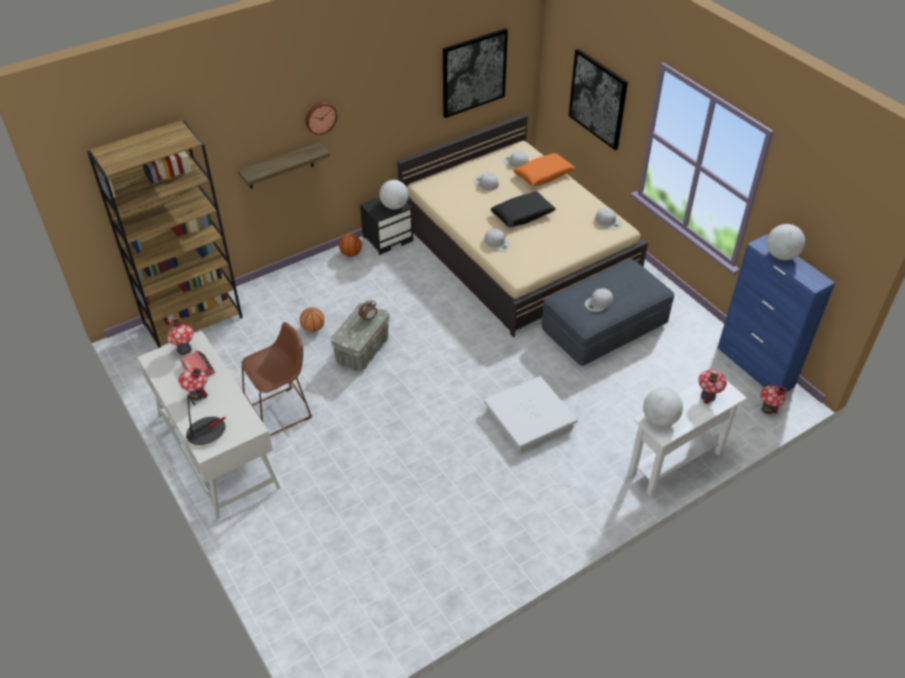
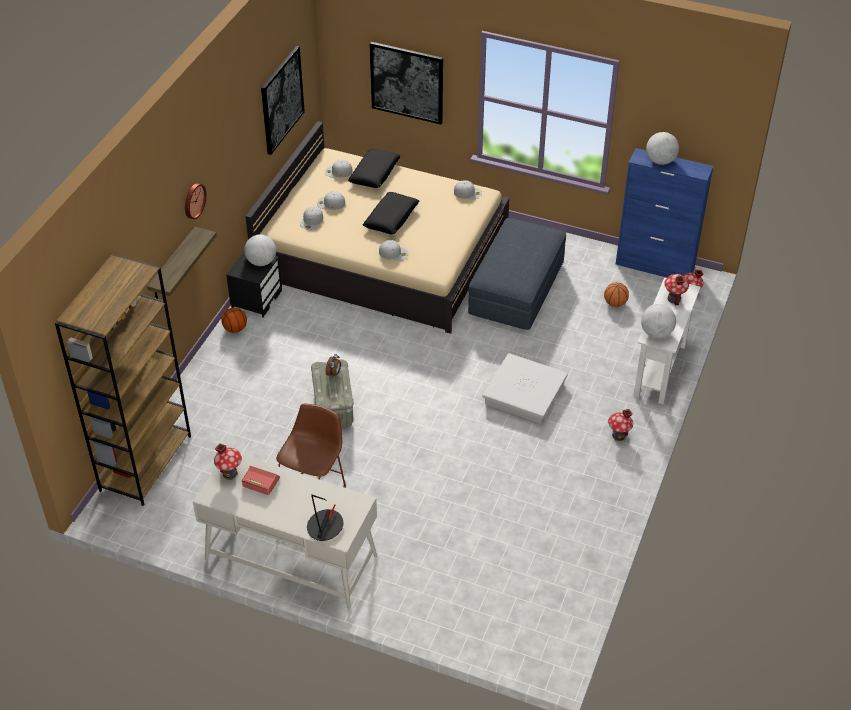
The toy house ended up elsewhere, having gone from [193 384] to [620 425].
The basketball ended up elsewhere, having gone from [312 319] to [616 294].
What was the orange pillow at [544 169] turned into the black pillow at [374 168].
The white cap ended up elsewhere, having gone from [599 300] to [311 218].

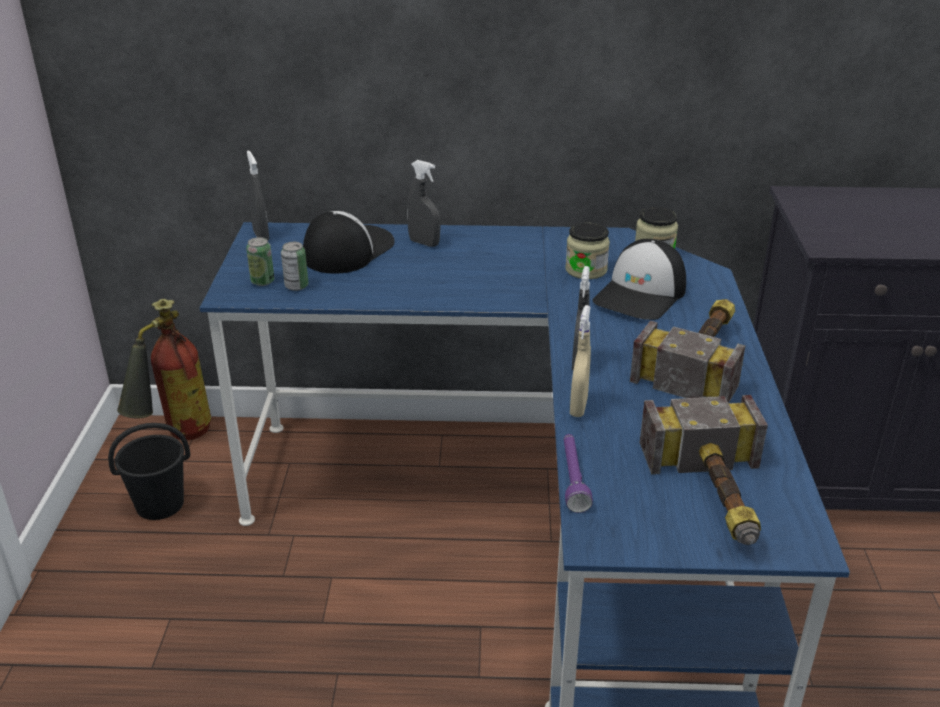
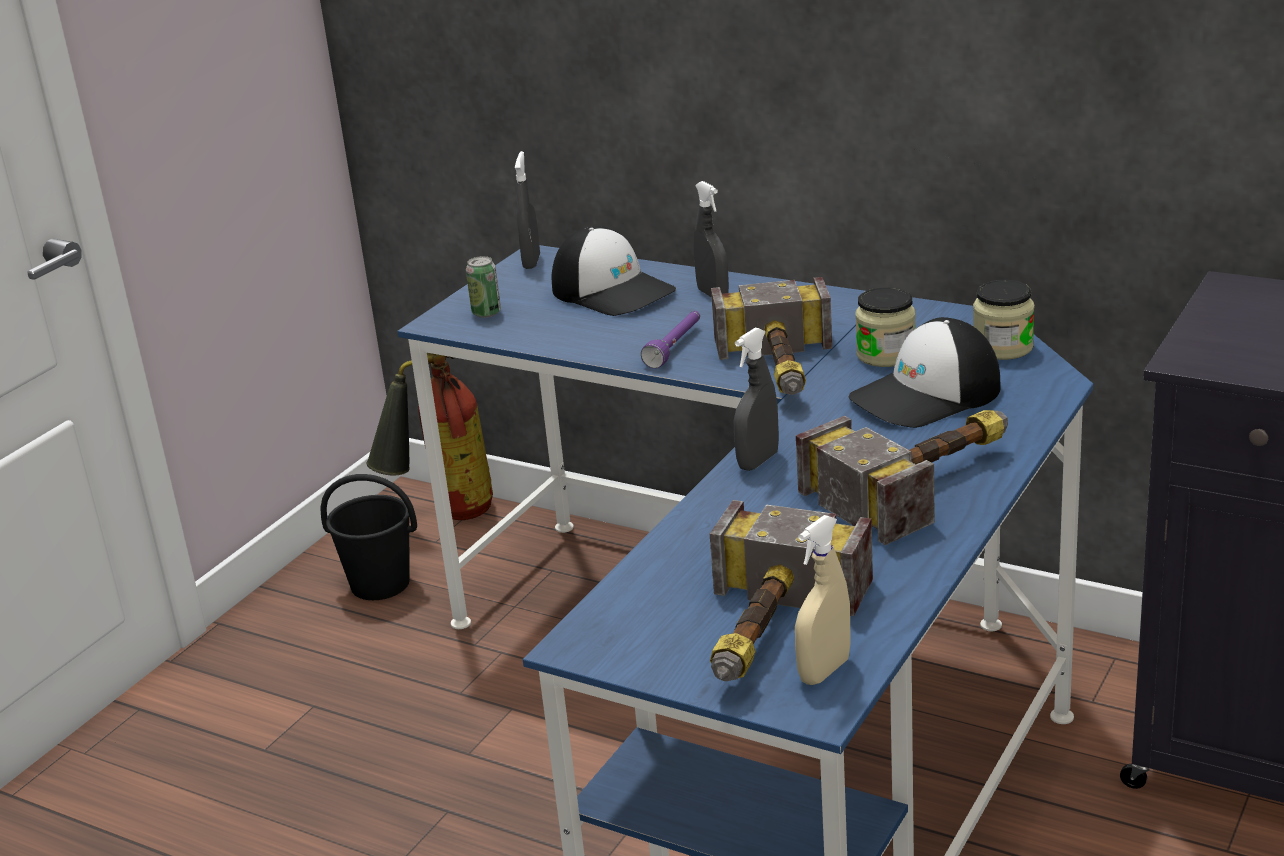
The second view lost the can at [294 266].
The cap at [348 242] ended up facing another way, 75 degrees clockwise from before.
The purple flashlight ended up elsewhere, having gone from [578 473] to [670 339].
The beige spray bottle ended up elsewhere, having gone from [580 361] to [823 600].
The second view gained the hammer at [771 336].

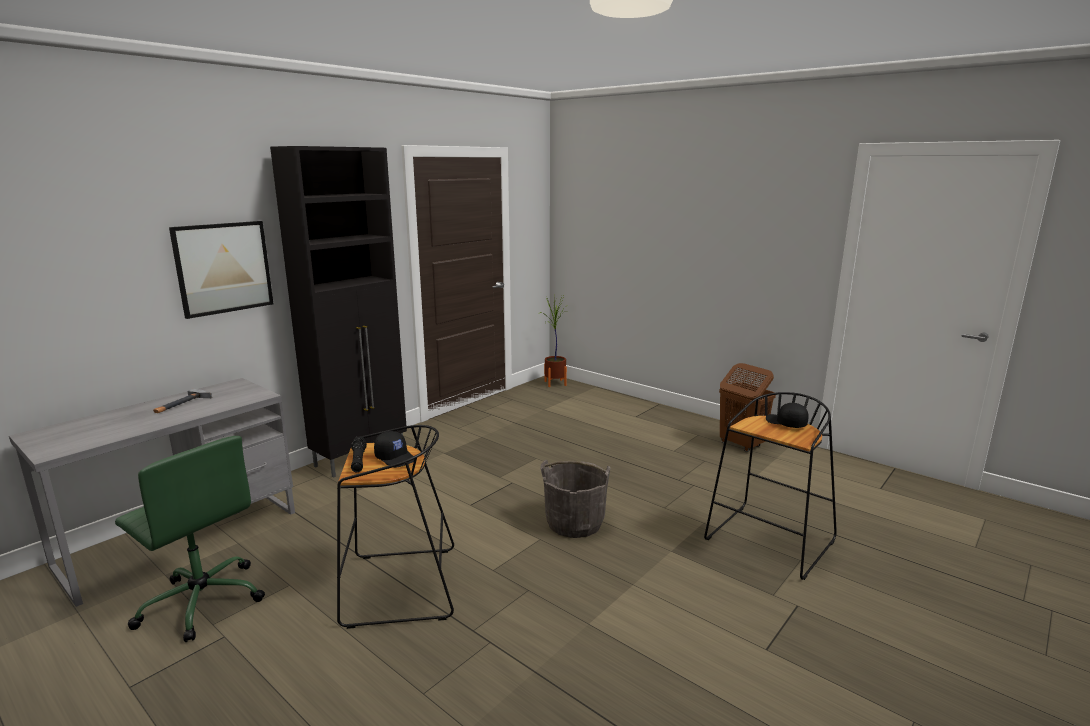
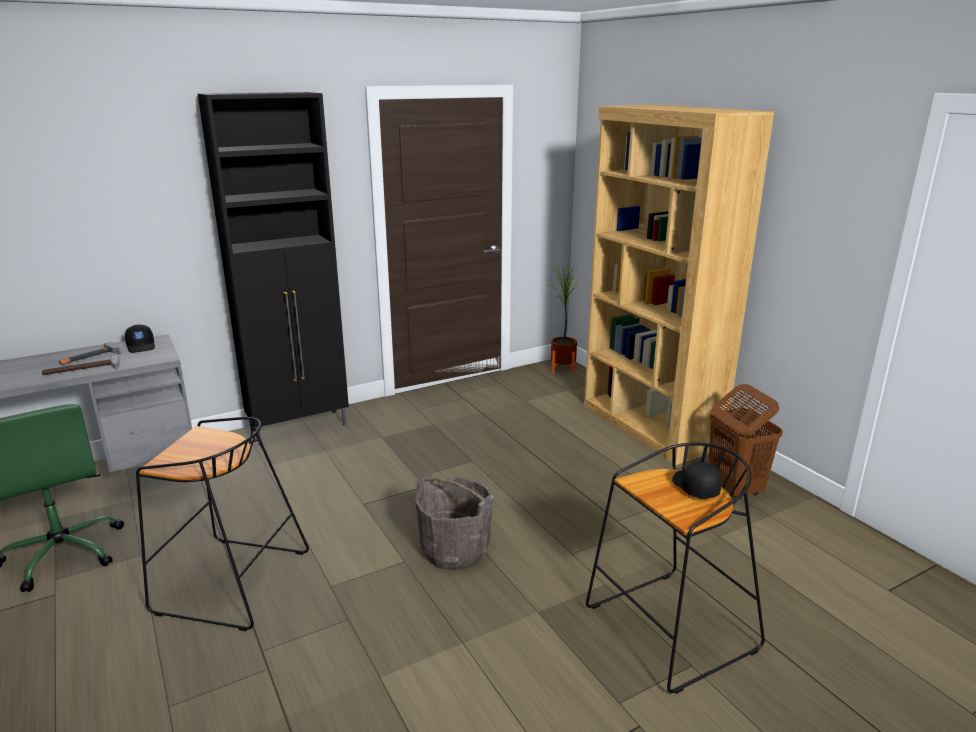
The second view lost the picture at [221 270].
The second view lost the black flashlight at [359 454].
The black cap ended up elsewhere, having gone from [394 449] to [140 338].
The second view gained the hammer at [81 365].
The second view gained the brown bookcase at [679 285].

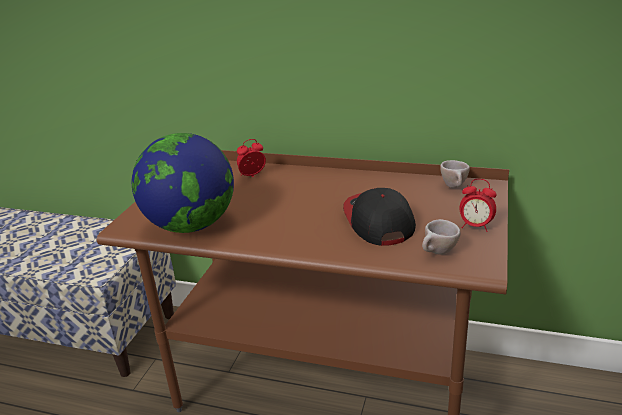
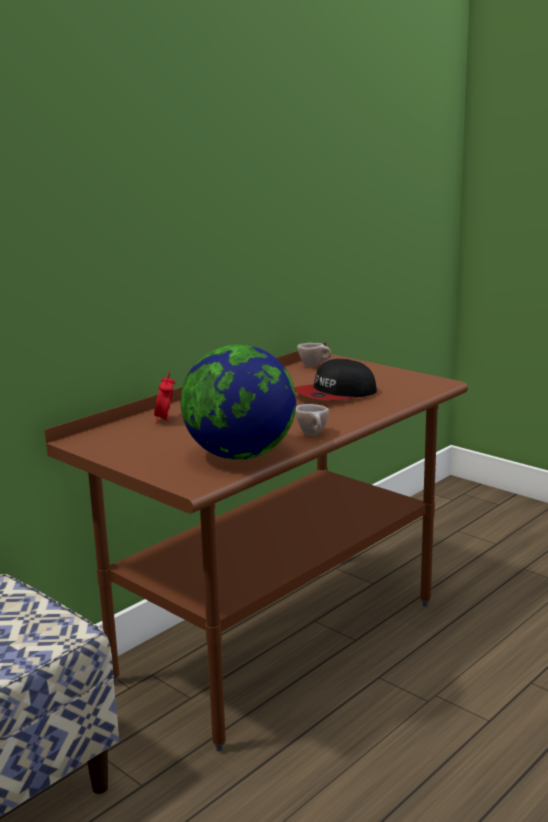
The cap at [379 217] ended up facing another way, 45 degrees counterclockwise from before.
The beige cup ended up elsewhere, having gone from [441 236] to [312 420].
The second view lost the alarm clock at [478 205].

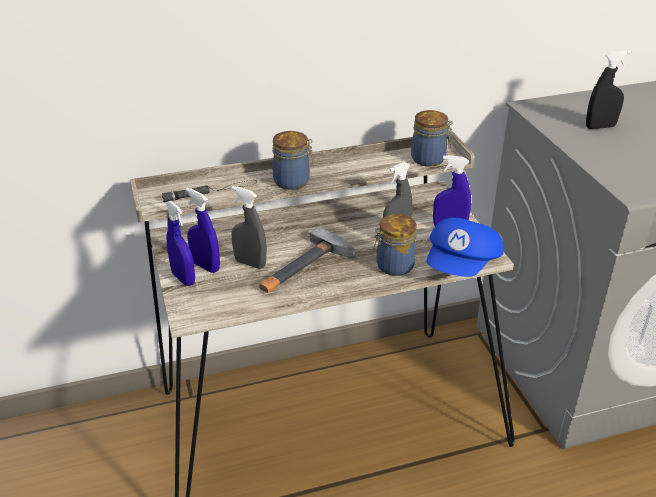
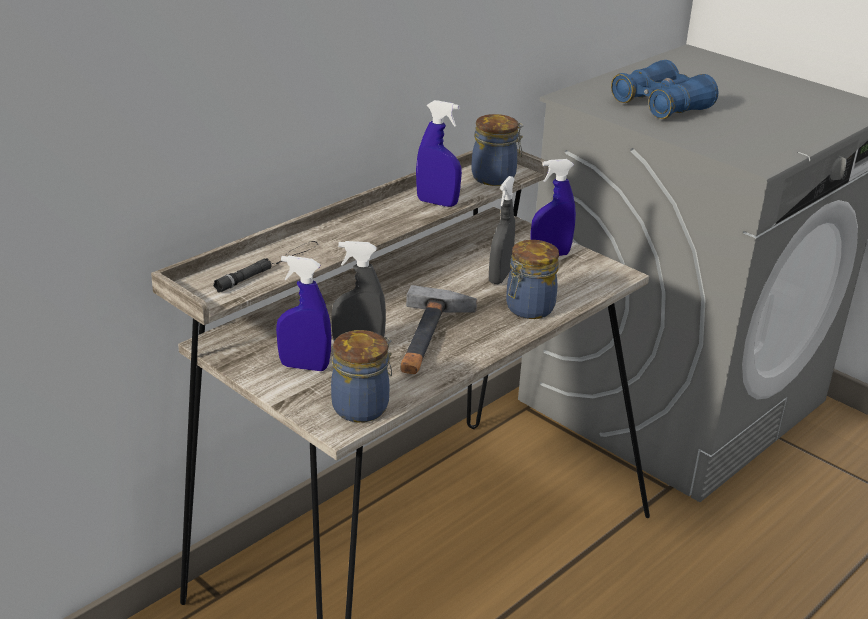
The blue spray bottle ended up elsewhere, having gone from [180 243] to [439 153].
The jar ended up elsewhere, having gone from [293 160] to [361 376].
The second view lost the blue cap at [465 247].
Where the black spray bottle stood at [608 89], the blue binoculars came to stand at [664 89].

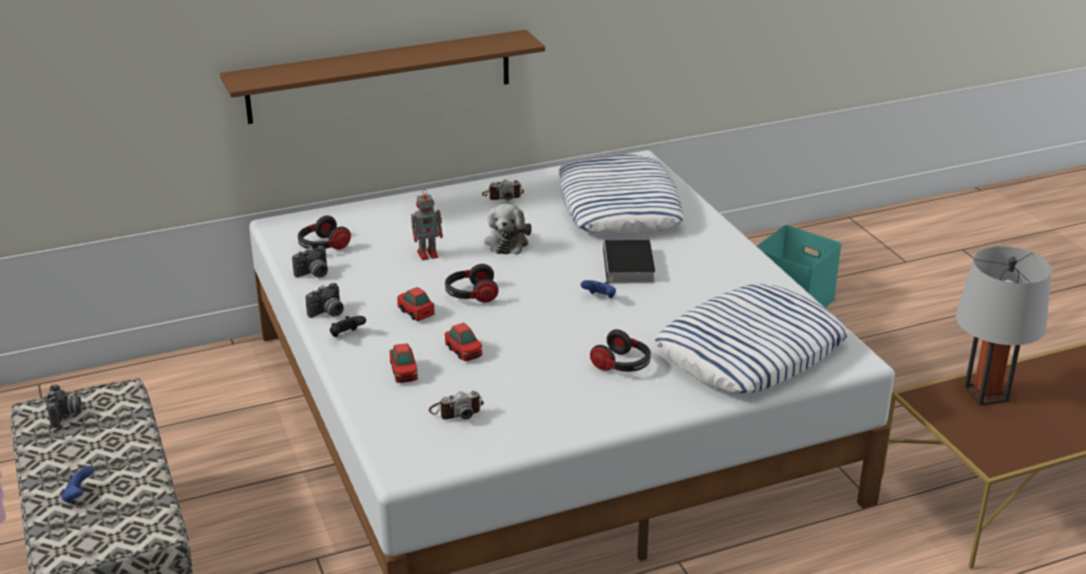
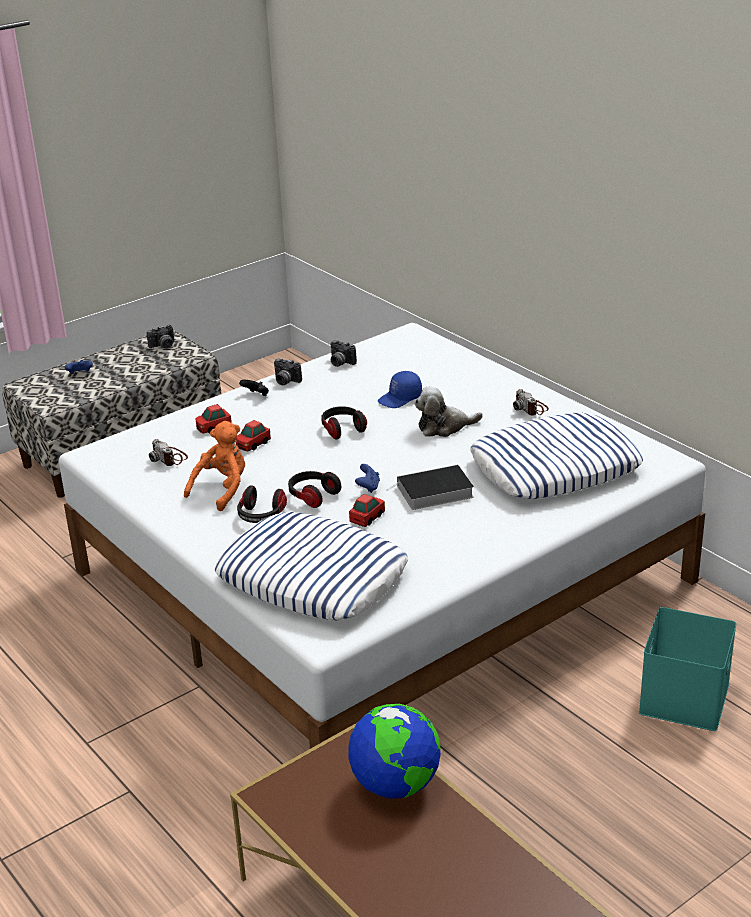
The second view lost the brown shelf at [382 77].
The headphones ended up elsewhere, having gone from [324 232] to [314 489].
The toy car ended up elsewhere, having gone from [416 304] to [367 510].
Where the toy robot stood at [427 224], the blue cap came to stand at [400 389].
Where the grey table lamp stood at [1004 325], the globe came to stand at [394 751].
The second view gained the orange plush toy at [214 466].

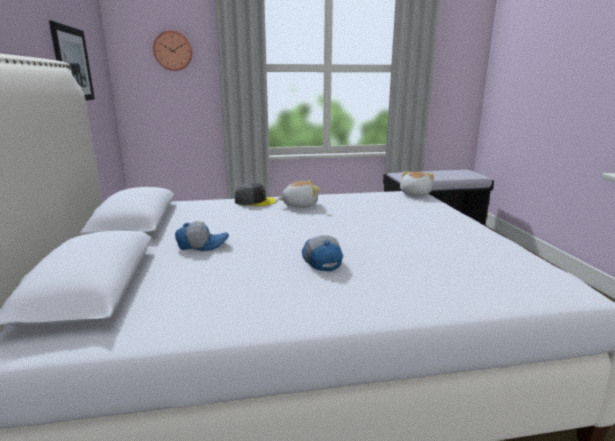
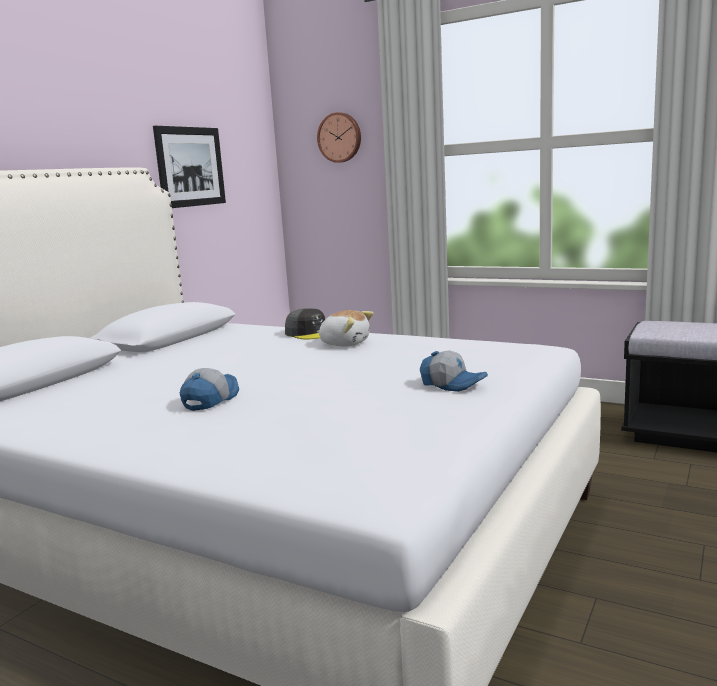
The cap ended up elsewhere, having gone from [202 236] to [454 371].
The second view lost the plush toy at [417 184].

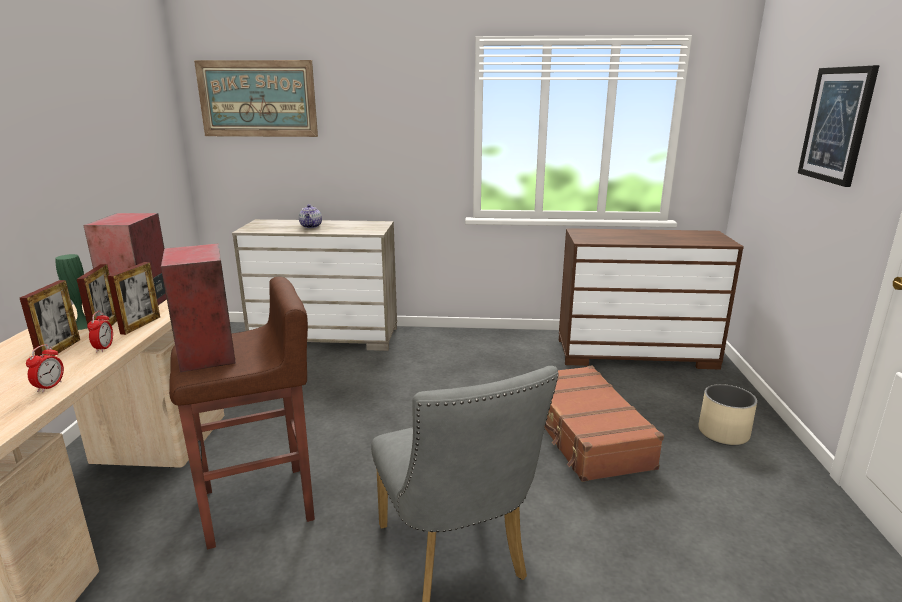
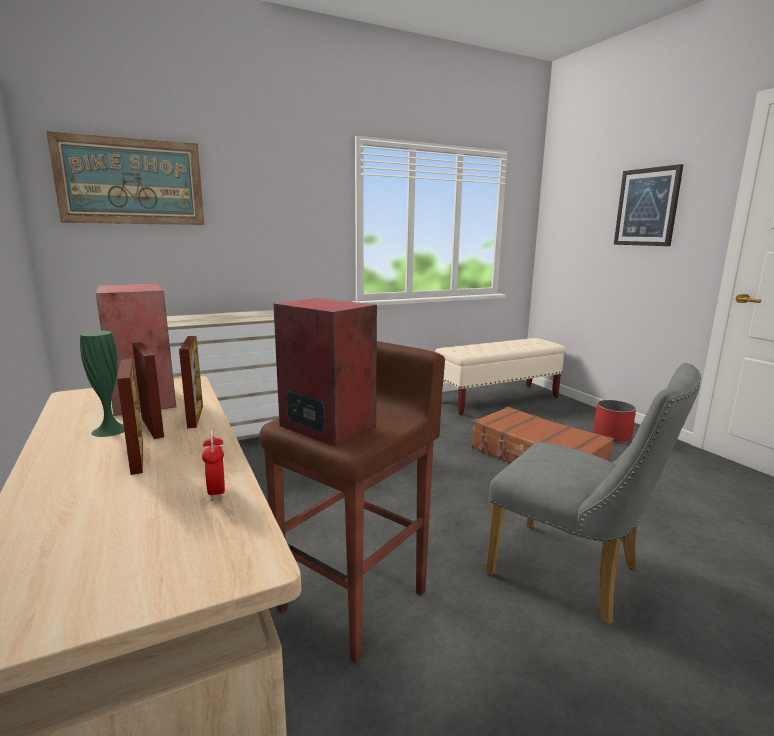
The second view lost the alarm clock at [100 331].
The second view lost the teapot at [310 216].
Where the brown dresser stood at [651 299], the beige bench came to stand at [500 376].
What was the beige planter at [727 415] turned into the red planter at [614 421].

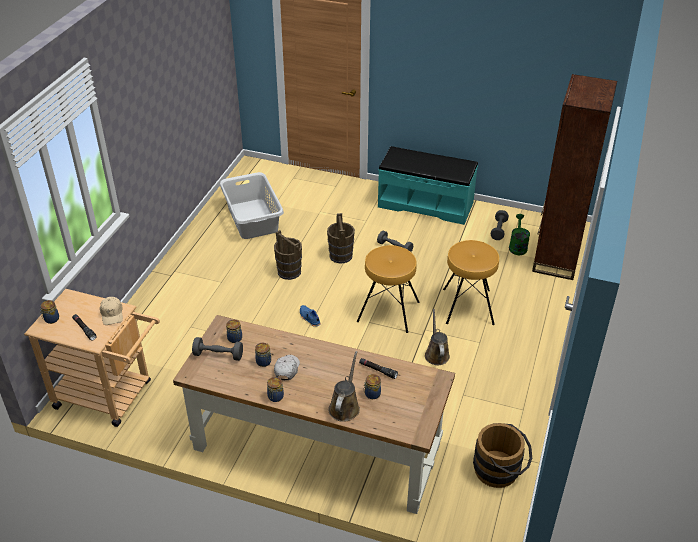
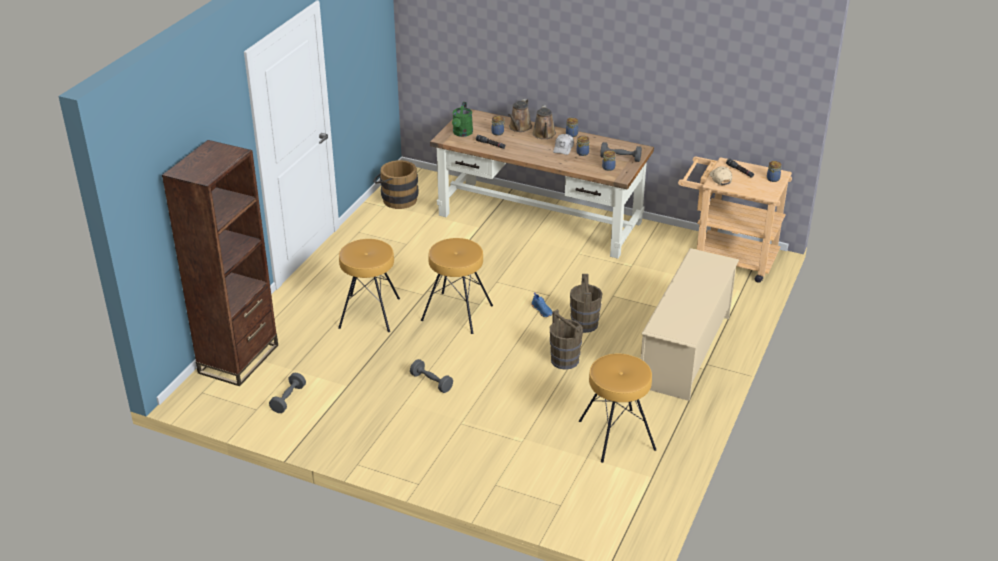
Where the grey laundry basket stood at [252 205], the brown stool came to stand at [617 408].
The brown bucket ended up elsewhere, having gone from [341 238] to [586 303].
The second view lost the turquoise bench at [428 185].
The brown watering can ended up elsewhere, having gone from [437 337] to [544 122].
The green watering can ended up elsewhere, having gone from [519 234] to [462 119].
The second view gained the beige shoe rack at [690 324].

